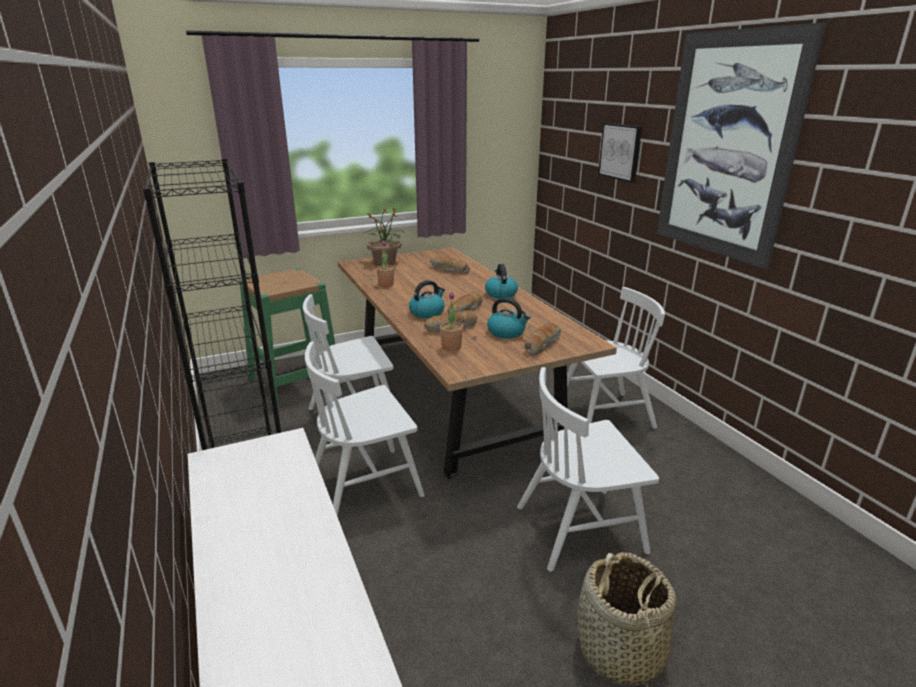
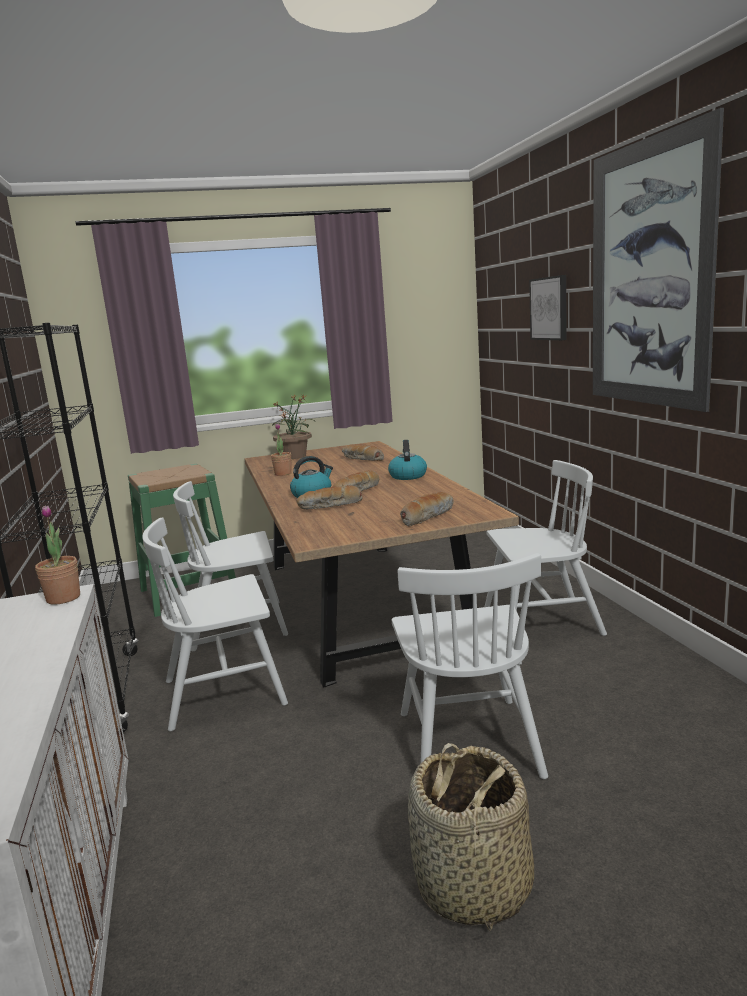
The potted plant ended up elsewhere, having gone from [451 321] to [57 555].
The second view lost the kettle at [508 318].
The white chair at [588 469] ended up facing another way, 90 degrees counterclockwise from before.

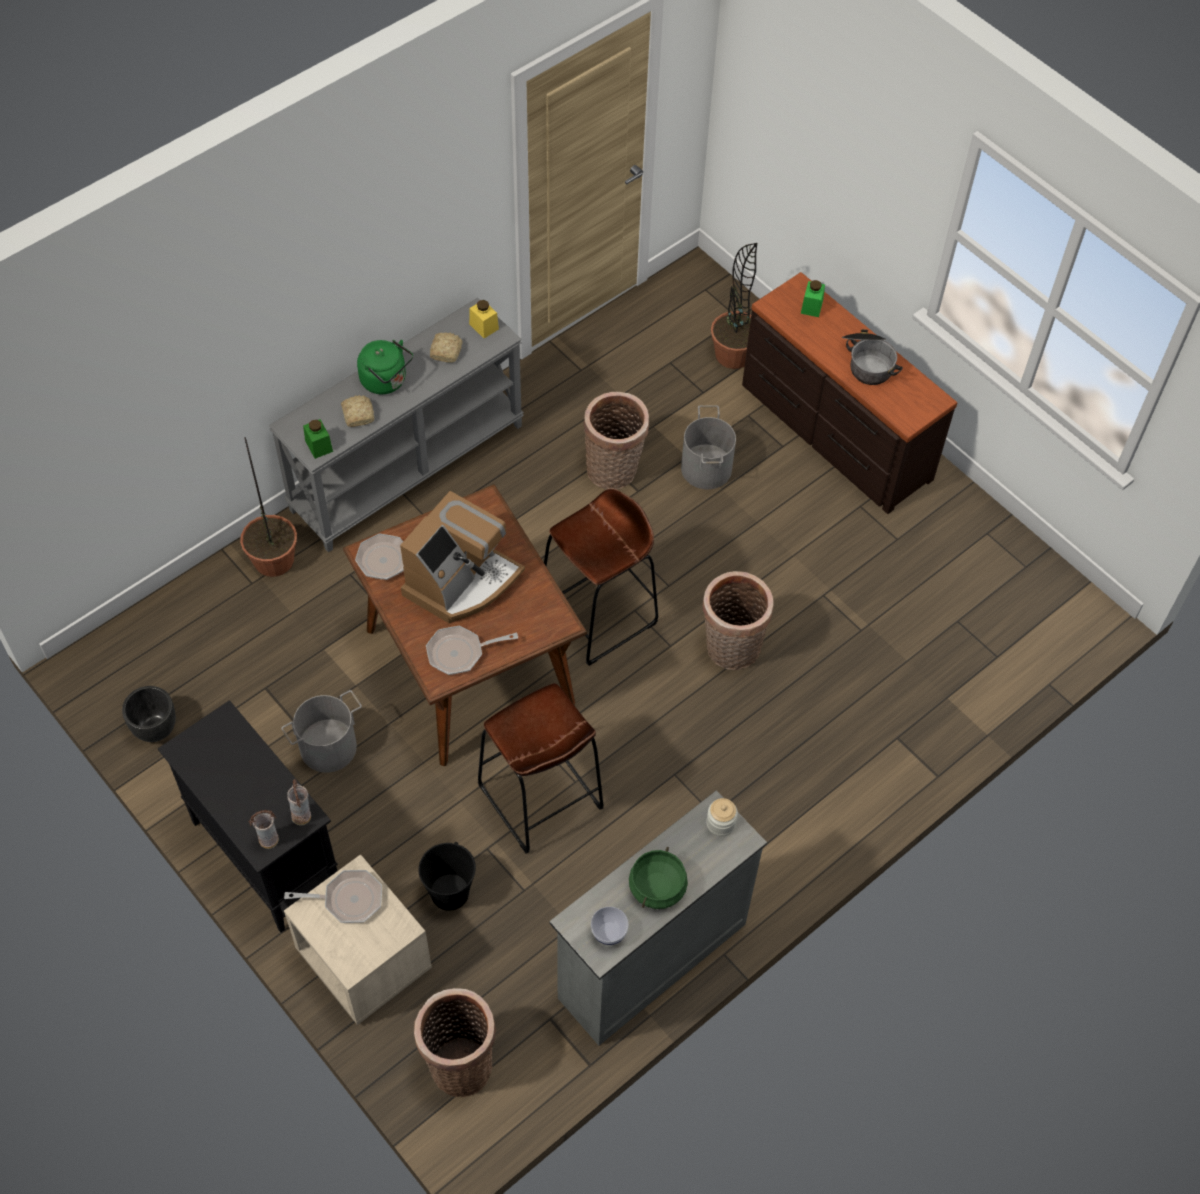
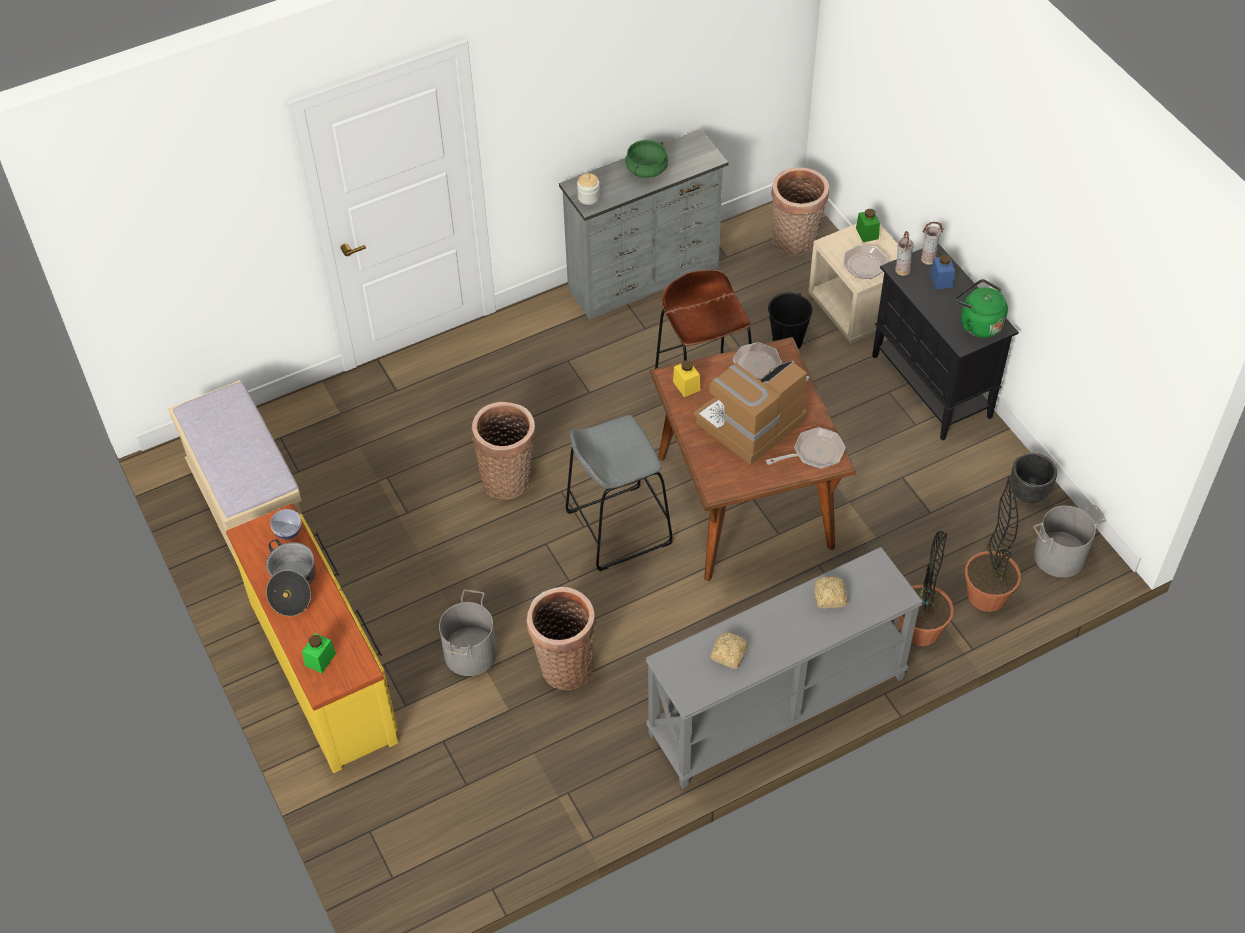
The grey bucket ended up elsewhere, having gone from [321 731] to [1069 541].
The green jar ended up elsewhere, having gone from [318 439] to [868 225].
The green kettle ended up elsewhere, having gone from [385 367] to [981 308].
The frying pan at [472 650] ended up facing another way, 150 degrees counterclockwise from before.
The yellow jar ended up elsewhere, having gone from [484 319] to [686 378].
What was the brown stool at [601 577] turned into the grey stool at [619 493].
The bowl ended up elsewhere, having gone from [610 926] to [285 524].
The potted plant ended up elsewhere, having gone from [734 306] to [993 544].
What was the brown dresser at [849 393] turned into the yellow dresser at [312 638].
The second view gained the beige bench at [235 474].
The second view gained the blue jar at [942 271].

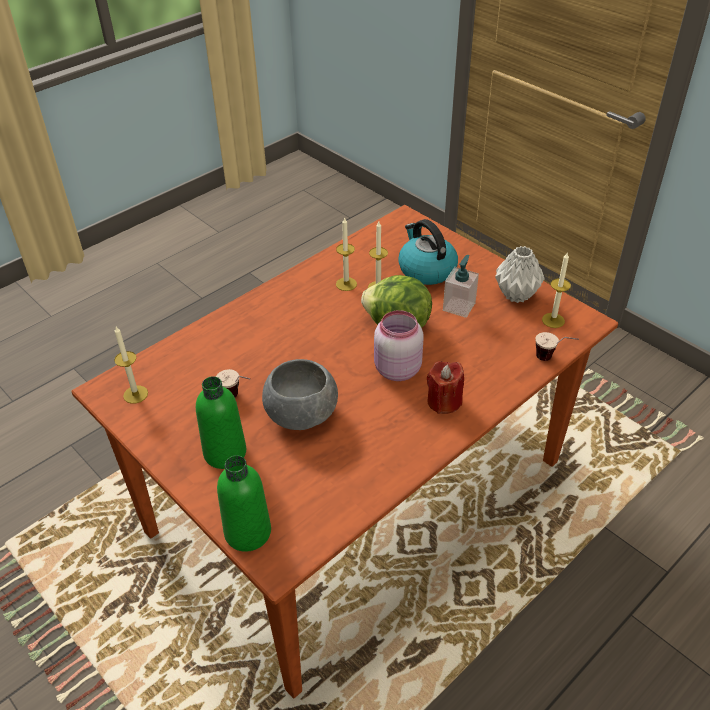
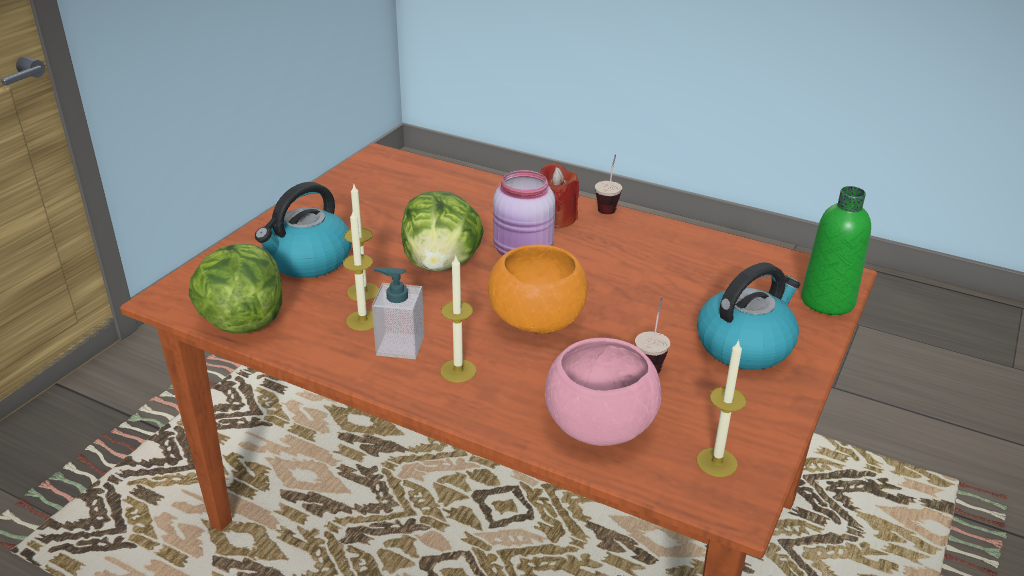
Where the green bottle stood at [221 422], the kettle came to stand at [748 316].
The second view lost the grey bowl at [300 394].
The soap dispenser ended up elsewhere, having gone from [461 286] to [398 313].
The second view lost the grey vase at [520 274].
The cup ended up elsewhere, having gone from [557 346] to [608 184].
The candle ended up elsewhere, having gone from [556 290] to [458 319].
The second view gained the lettuce at [235 288].
The second view gained the orange bowl at [538 289].
The second view gained the pink bowl at [603 392].

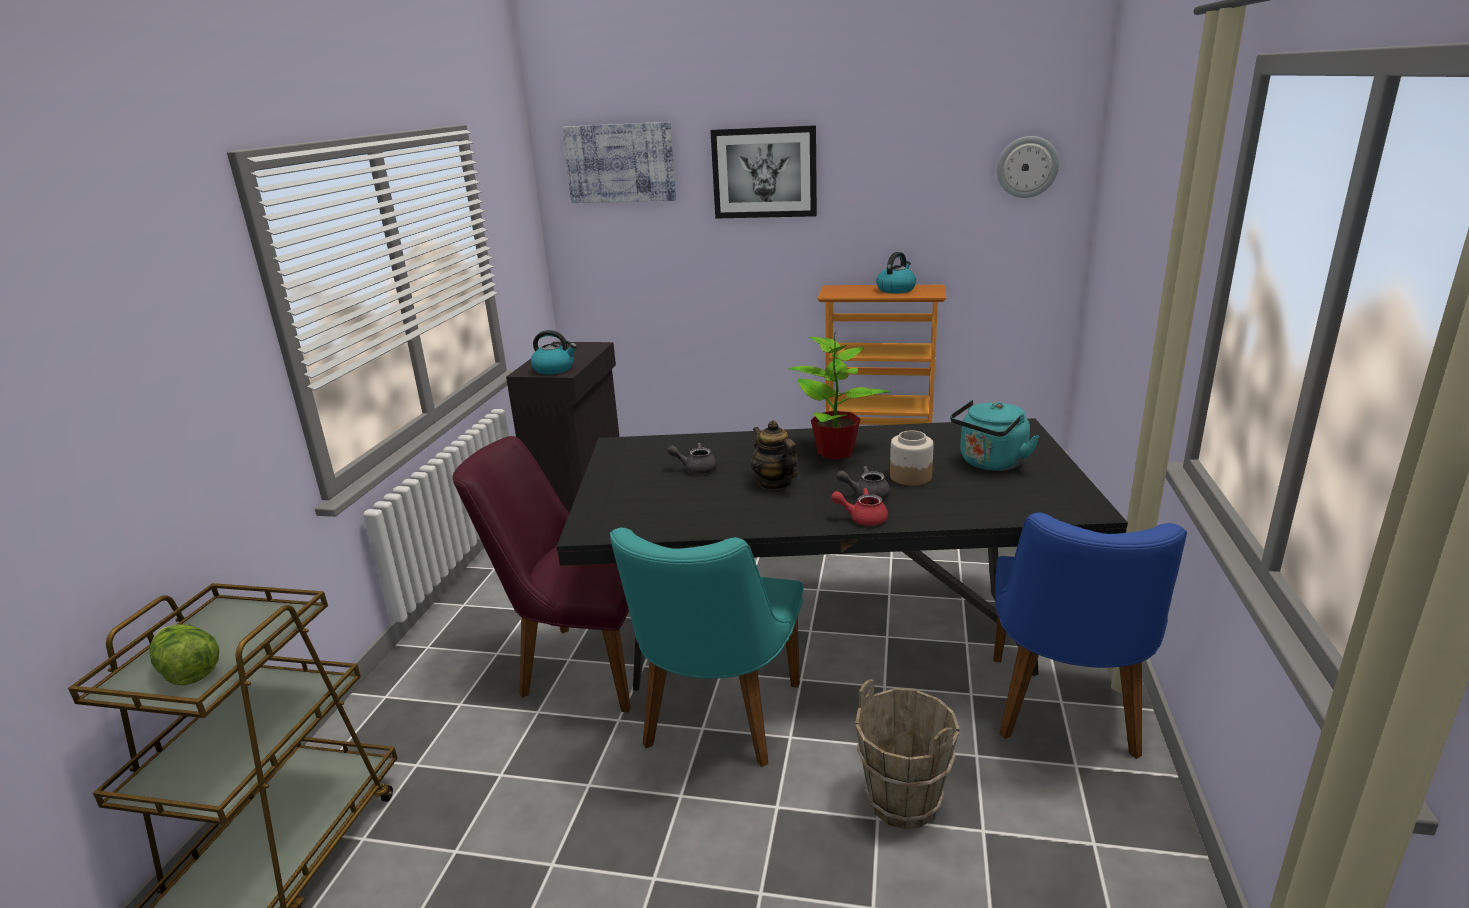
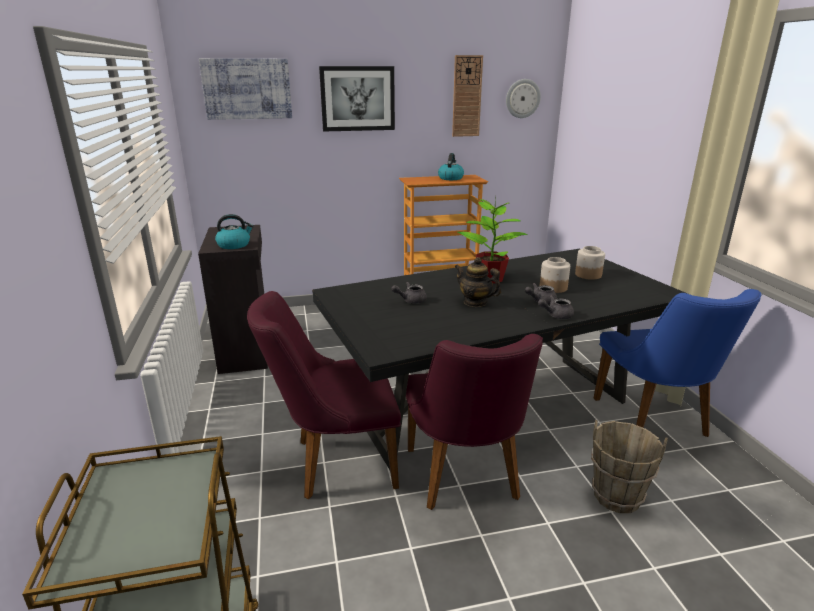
The second view lost the lettuce at [184 654].
What was the turquoise chair at [706 647] turned into the purple chair at [474 422].
What was the red teapot at [859 507] turned into the grey teapot at [556 307].
Where the turquoise kettle stood at [995 435], the jar came to stand at [590 263].
The second view gained the wall clock at [467 96].

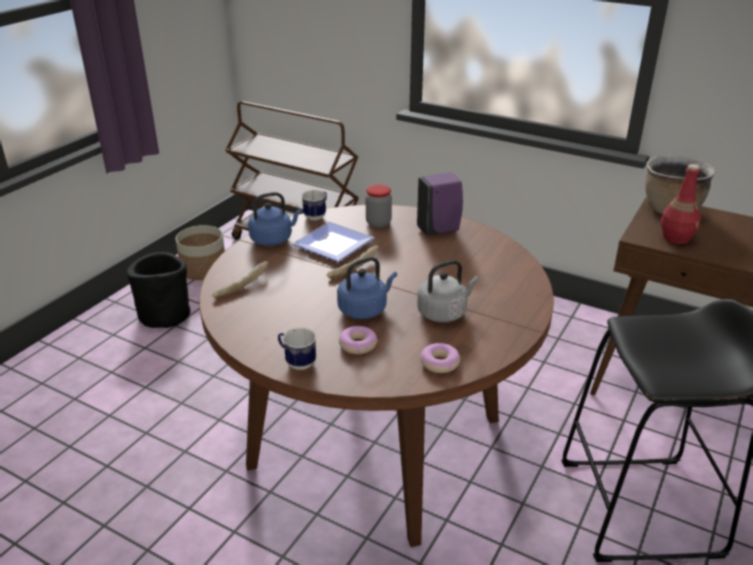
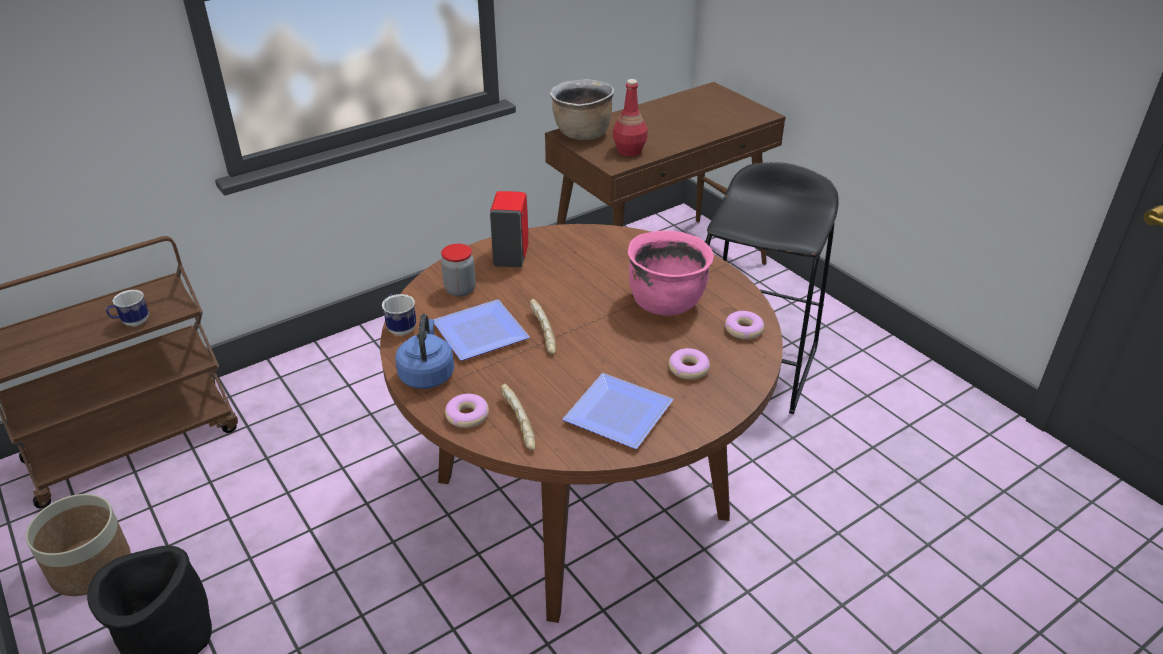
The mug ended up elsewhere, having gone from [297 348] to [127 308].
The second view lost the blue kettle at [367 288].
What was the purple soap dispenser at [440 203] turned into the red soap dispenser at [509 229].
Where the grey kettle stood at [448 291], the pink cooking pot came to stand at [671 273].
The second view gained the donut at [467 411].
The second view gained the plate at [618 411].

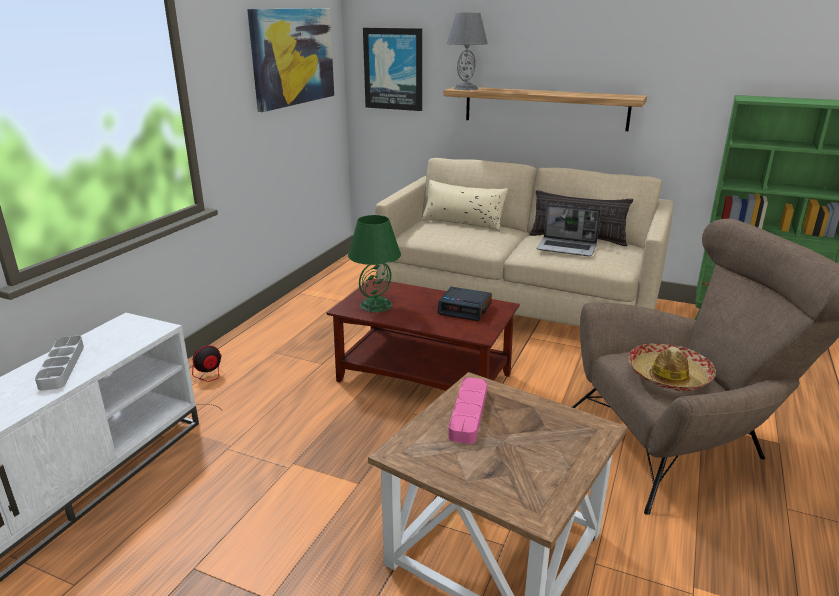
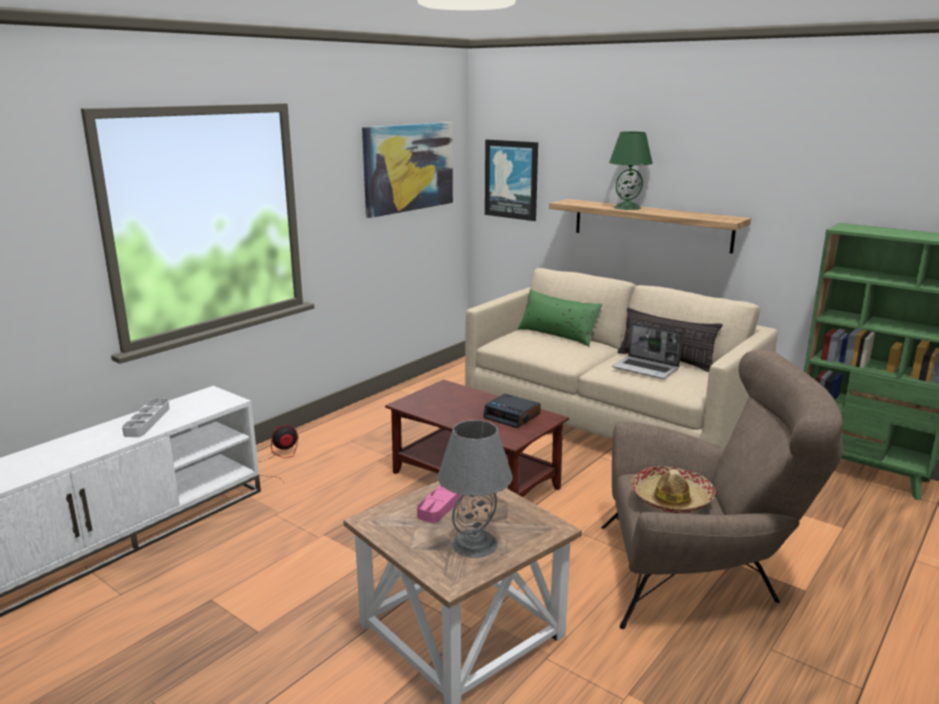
The green table lamp ended up elsewhere, having gone from [374 263] to [630 170].
What was the beige pillow at [464 206] turned into the green pillow at [560 318].
The grey table lamp ended up elsewhere, having gone from [467 51] to [475 489].

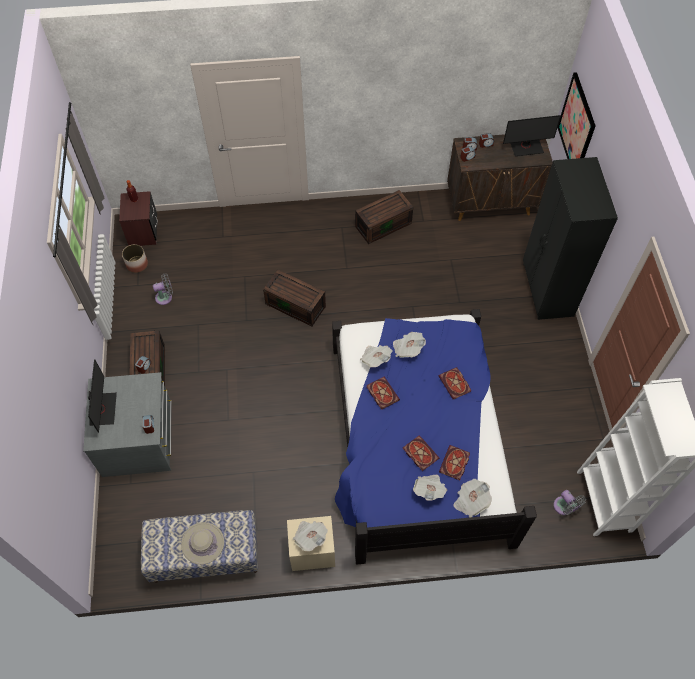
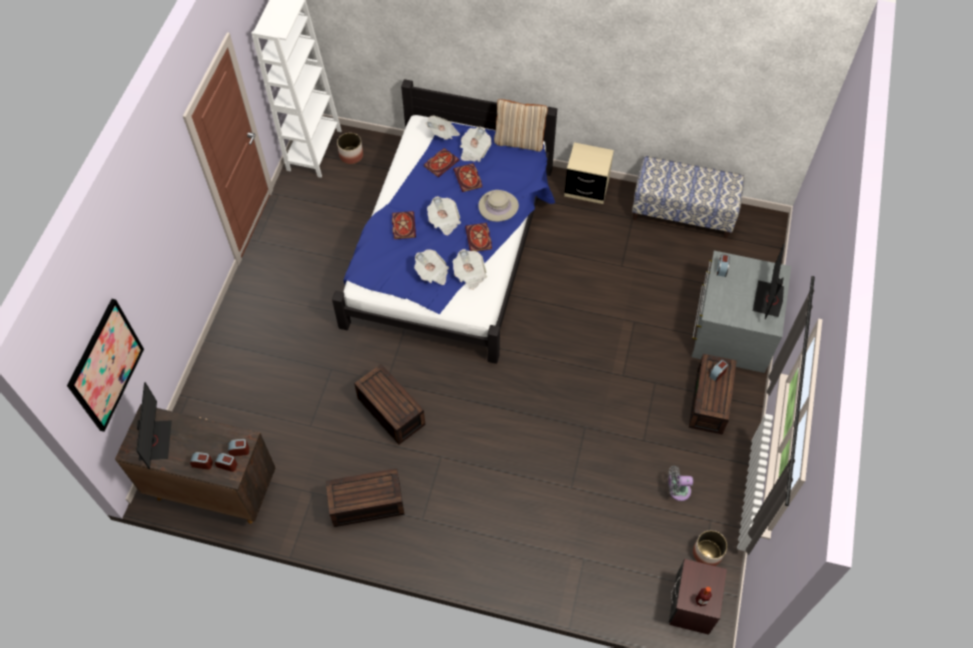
The beige hat ended up elsewhere, having gone from [202 543] to [498 206].
The brown storage box ended up elsewhere, having gone from [294 298] to [389 404].
The newspaper ended up elsewhere, having gone from [310 536] to [444 215].
The monitor at [532 135] ended up facing another way, 75 degrees clockwise from before.
The second view lost the black wardrobe at [570 238].
Where the grey fan stood at [569 502], the planter came to stand at [350 148].
The second view gained the beige pillow at [521 125].

